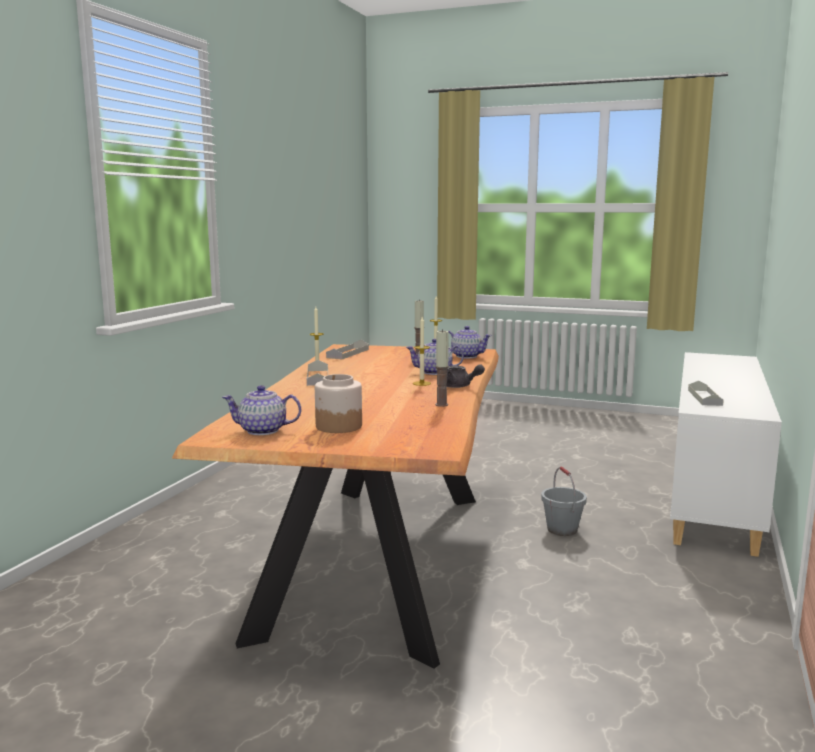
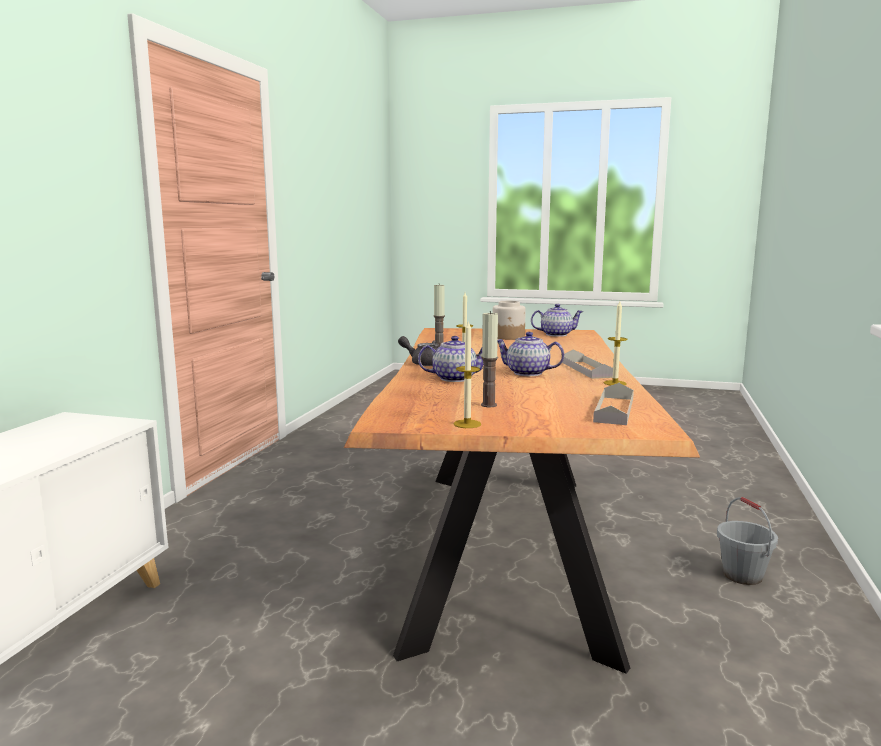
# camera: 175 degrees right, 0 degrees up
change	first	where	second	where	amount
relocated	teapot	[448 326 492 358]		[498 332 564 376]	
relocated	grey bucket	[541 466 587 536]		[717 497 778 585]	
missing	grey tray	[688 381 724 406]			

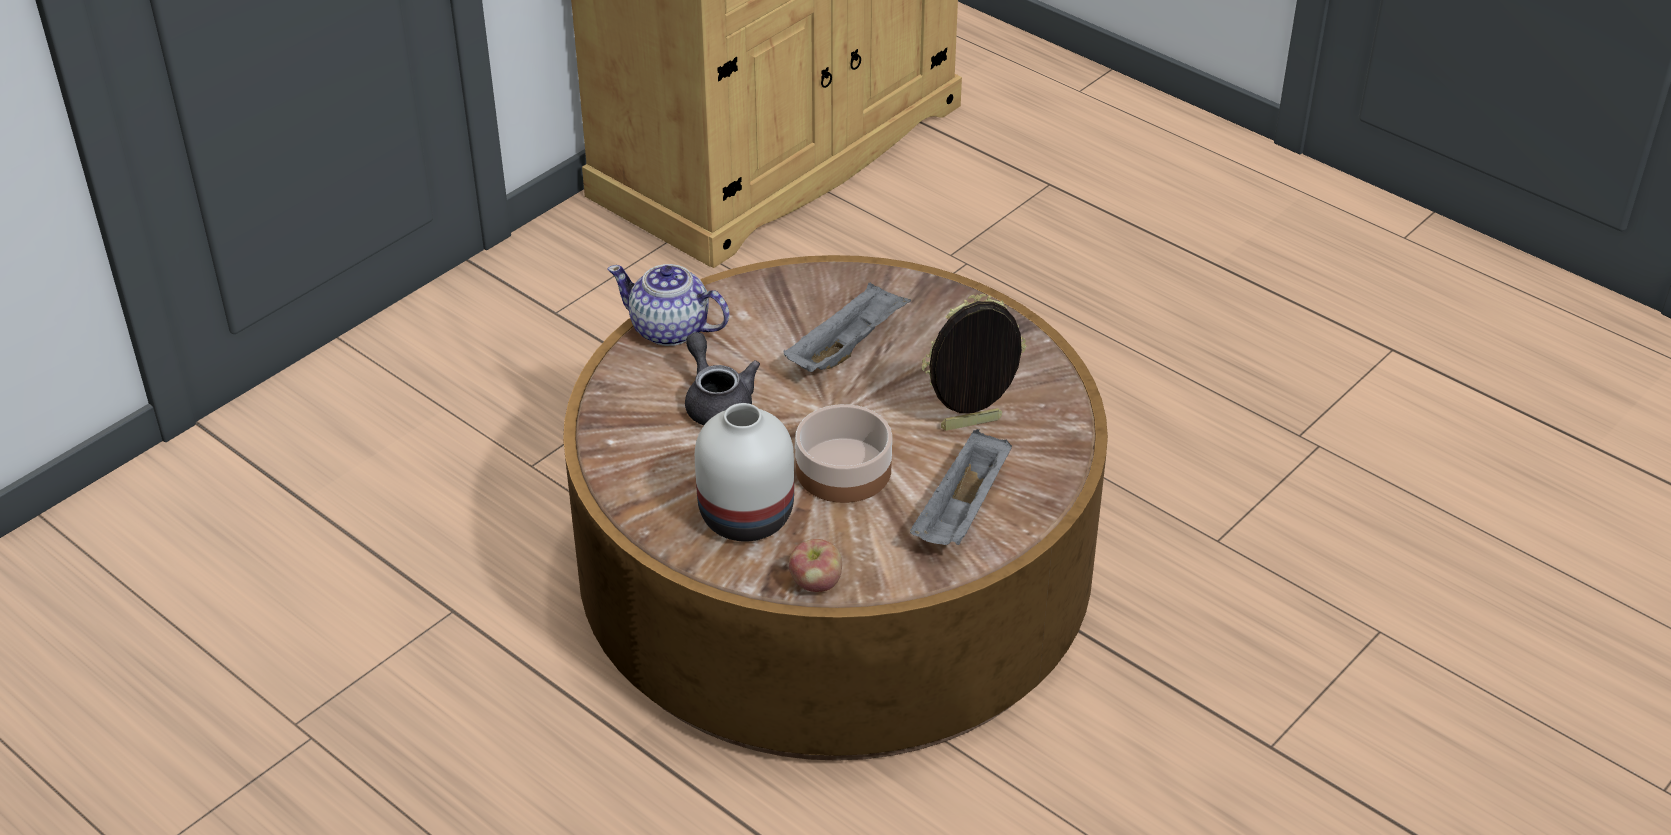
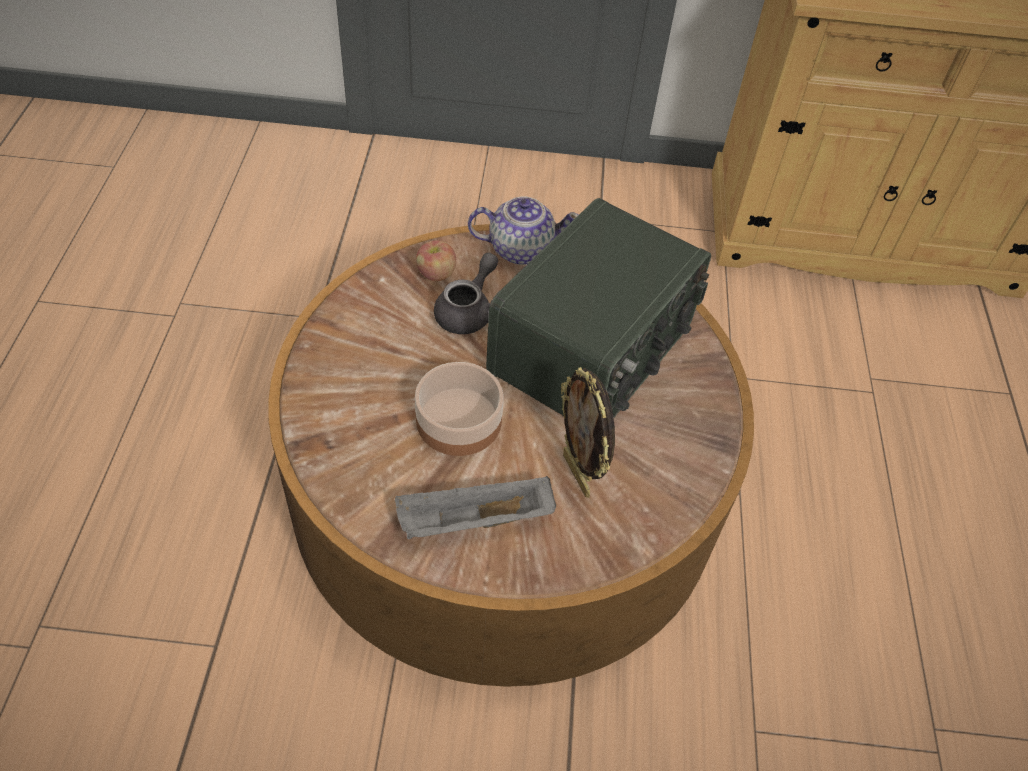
# camera: 50 degrees right, 10 degrees up
change	first	where	second	where	amount
spun	teapot	[607 264 730 346]		[468 197 578 265]	105 degrees clockwise
missing	white vase	[695 403 794 542]			
exchanged	grey tray	[784 282 911 372]	radio	[486 198 711 418]	
relocated	apple	[789 539 842 592]		[416 240 456 281]	
spun	picture frame	[922 294 1026 431]		[561 367 615 498]	150 degrees counterclockwise

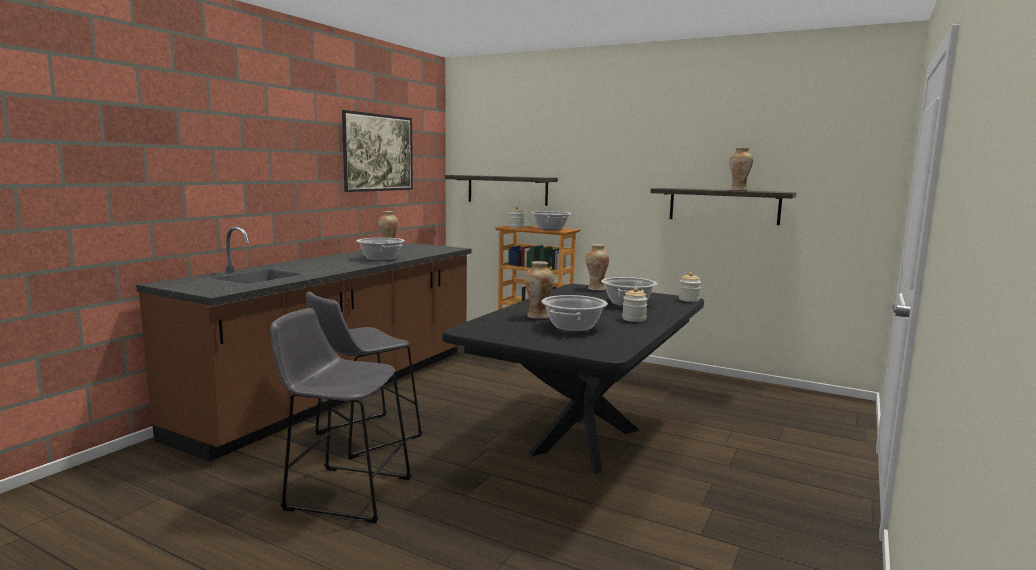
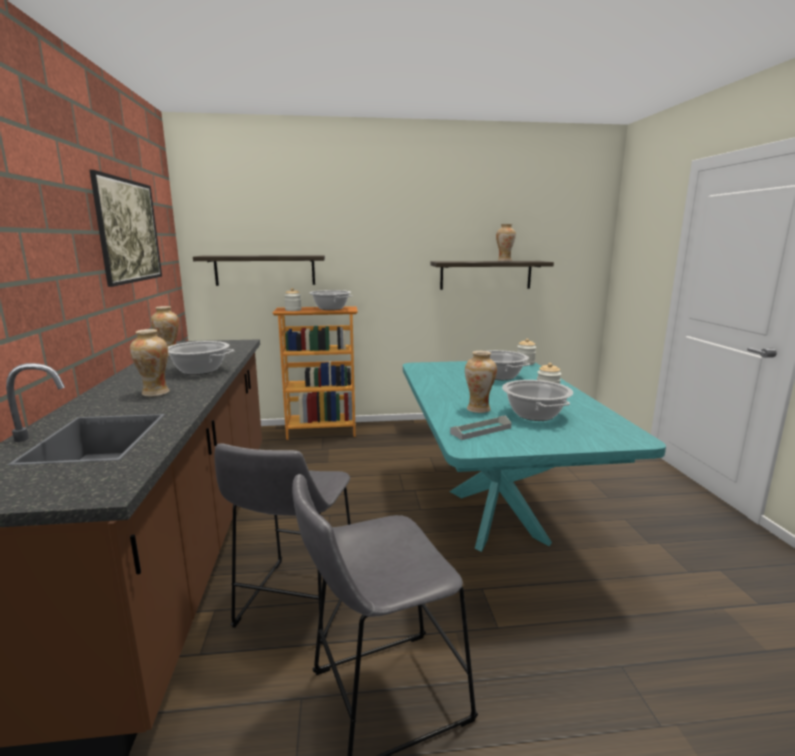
# camera: 35 degrees left, 5 degrees up
change	first	where	second	where	amount
colour	black dining table	[442 284 704 473]	turquoise dining table	[403 361 666 552]	
relocated	vase	[586 244 610 291]		[130 329 169 397]	
appeared			grey tray	[450 416 512 440]	

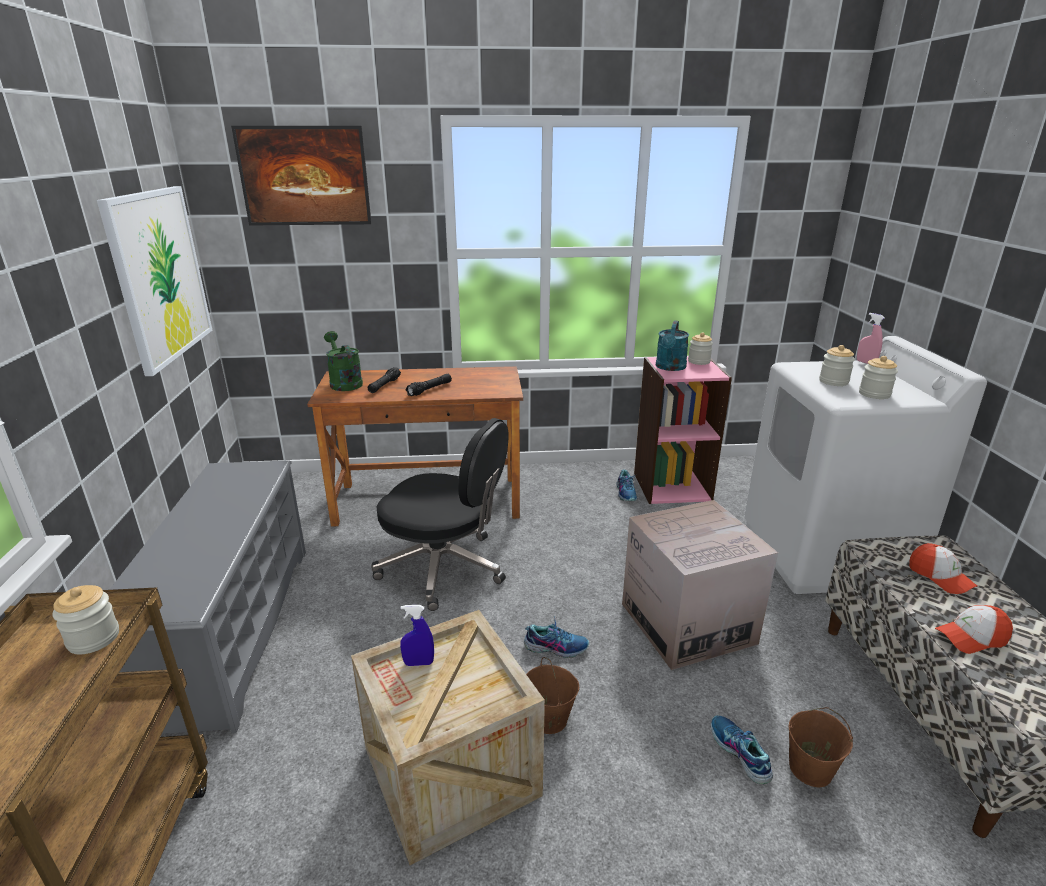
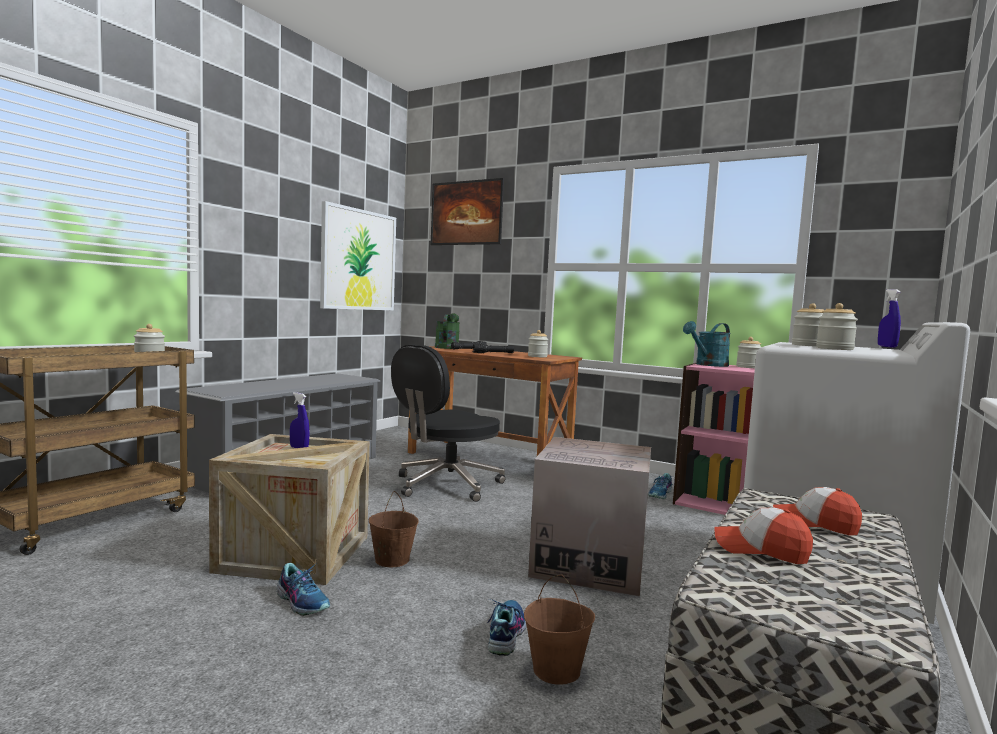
# camera: 35 degrees right, 20 degrees down
change	first	where	second	where	amount
spun	black office chair	[371 418 509 611]		[391 344 505 502]	75 degrees clockwise
relocated	shoe	[524 616 589 658]		[276 563 330 616]	
colour	pink spray bottle	[857 313 885 364]	blue spray bottle	[878 289 901 348]	
spun	cap	[909 543 978 594]		[773 487 862 535]	105 degrees clockwise
appeared			jar	[528 330 548 357]	

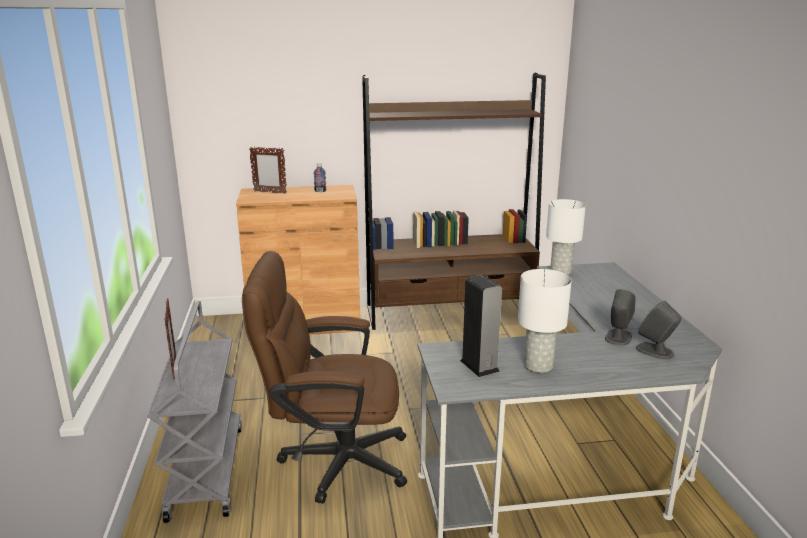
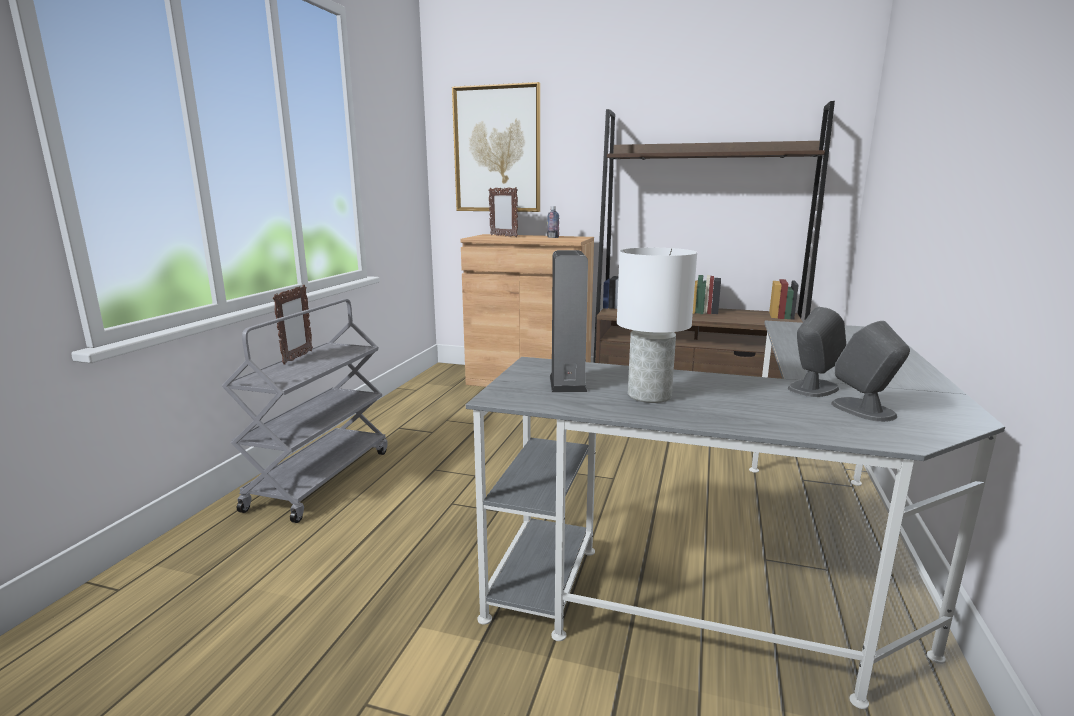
# camera: 25 degrees right, 5 degrees down
change	first	where	second	where	amount
missing	brown office chair	[242 251 407 504]			
missing	white table lamp	[546 199 586 275]			
appeared			picture	[452 82 540 212]	

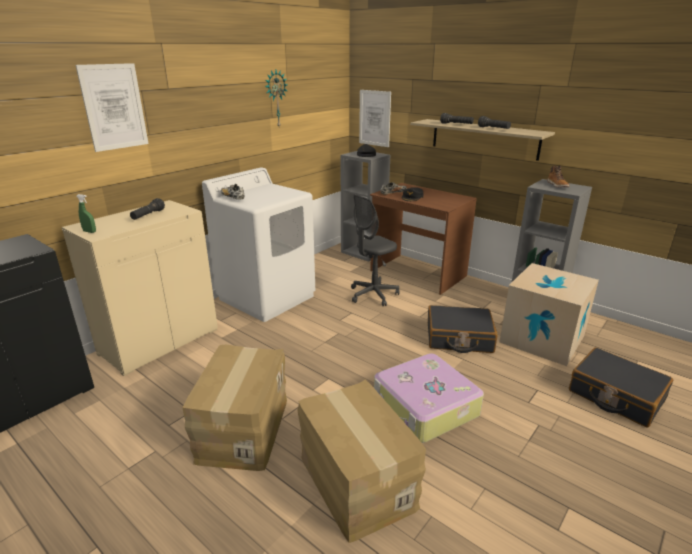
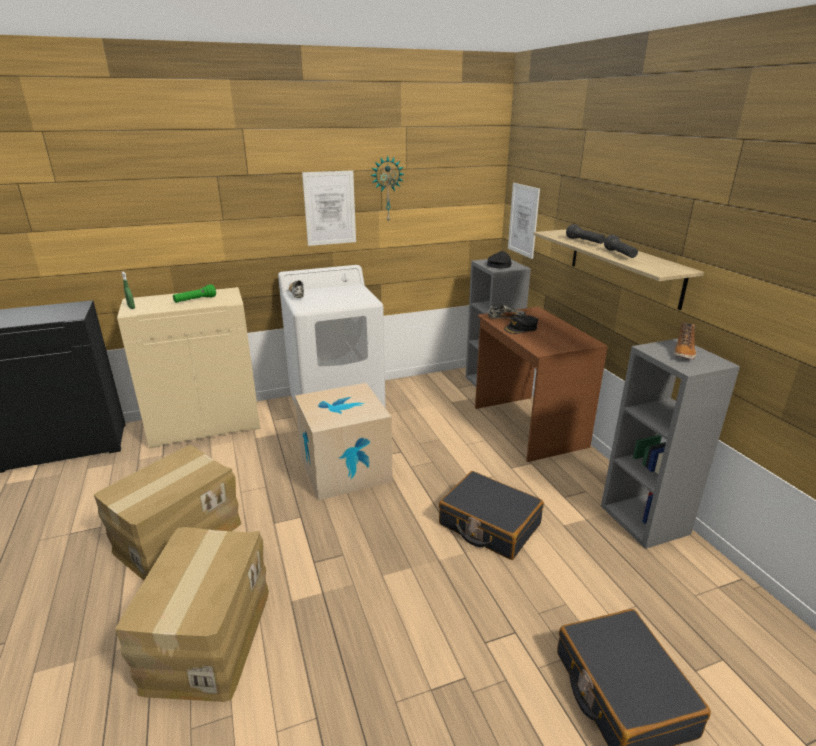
# camera: 30 degrees right, 0 degrees up
change	first	where	second	where	amount
relocated	picture	[75 63 149 152]		[302 170 356 246]	
colour	black flashlight	[130 198 165 220]	green flashlight	[173 284 216 303]	
missing	grey office chair	[351 194 400 306]			
missing	suitcase	[374 353 484 443]			
relocated	cardboard box	[499 263 599 366]		[295 383 393 500]	

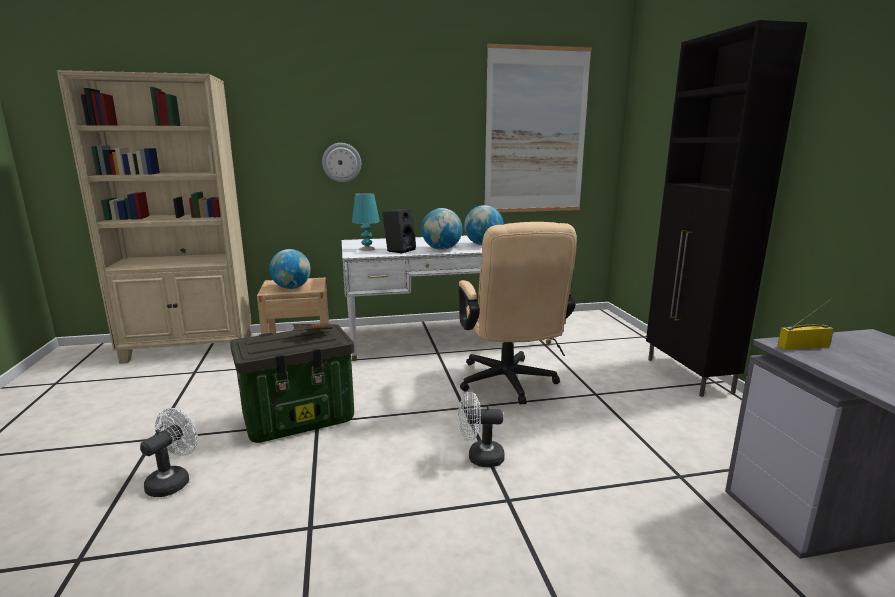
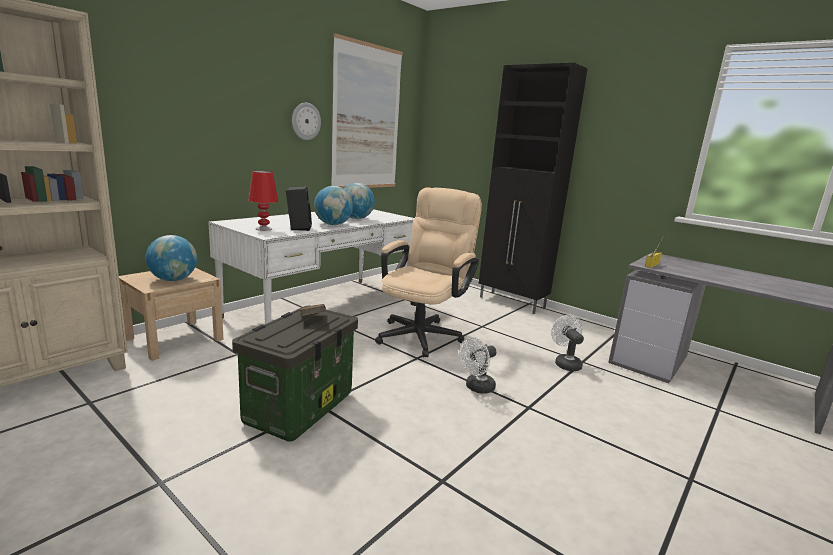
# camera: 40 degrees left, 0 degrees up
change	first	where	second	where	amount
relocated	white fan	[140 408 198 497]		[551 315 584 371]	
relocated	wall clock	[322 143 361 182]		[292 103 321 140]	
colour	turquoise table lamp	[352 193 380 251]	red table lamp	[248 171 278 231]	
spun	beige office chair	[458 222 577 405]		[375 188 482 357]	105 degrees counterclockwise

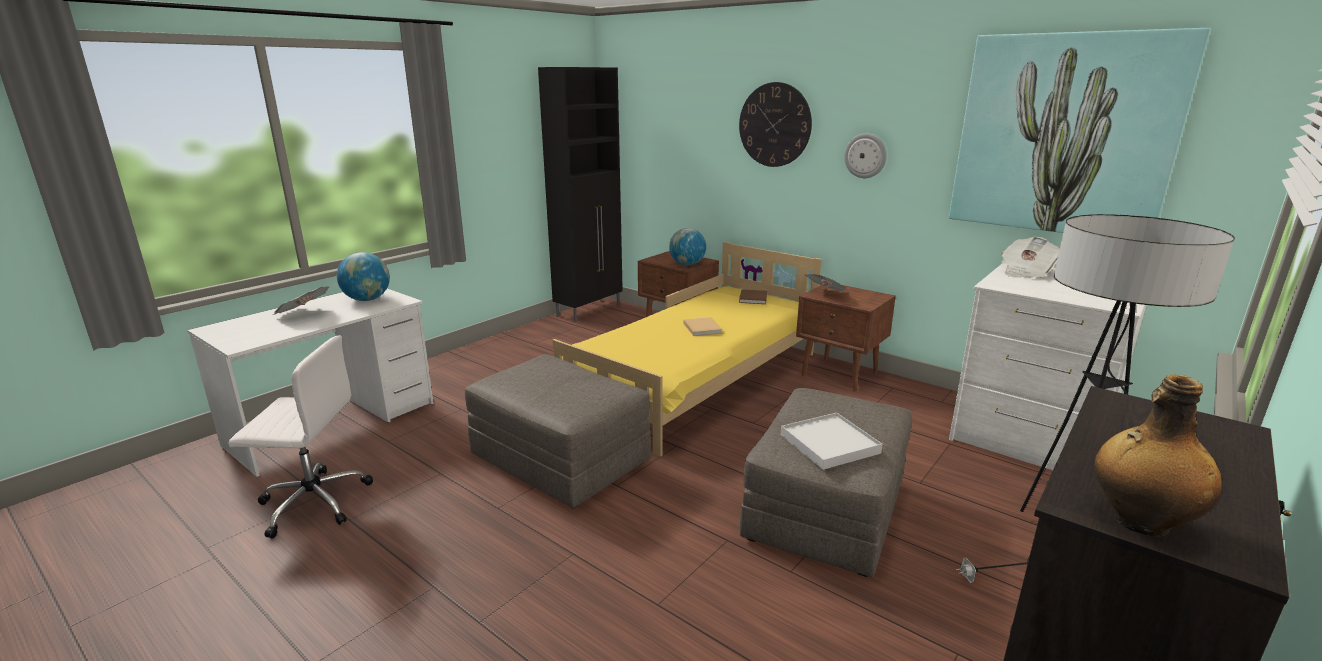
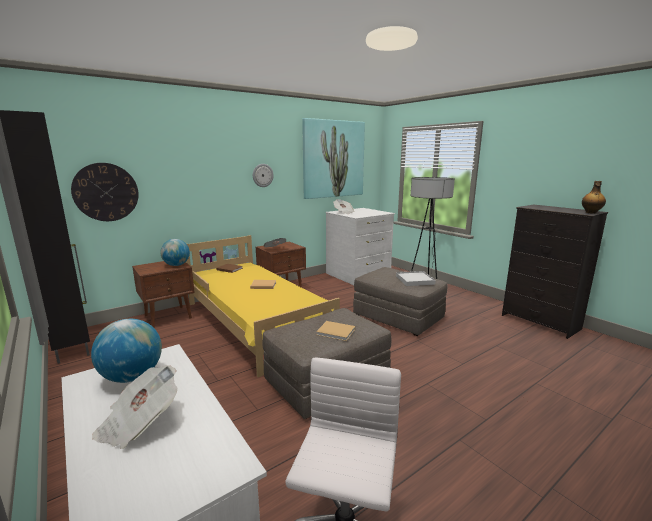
# camera: 75 degrees left, 5 degrees down
change	first	where	second	where	amount
relocated	wall clock	[739 82 812 167]		[71 163 139 221]	
appeared			beige book	[316 321 355 341]	

